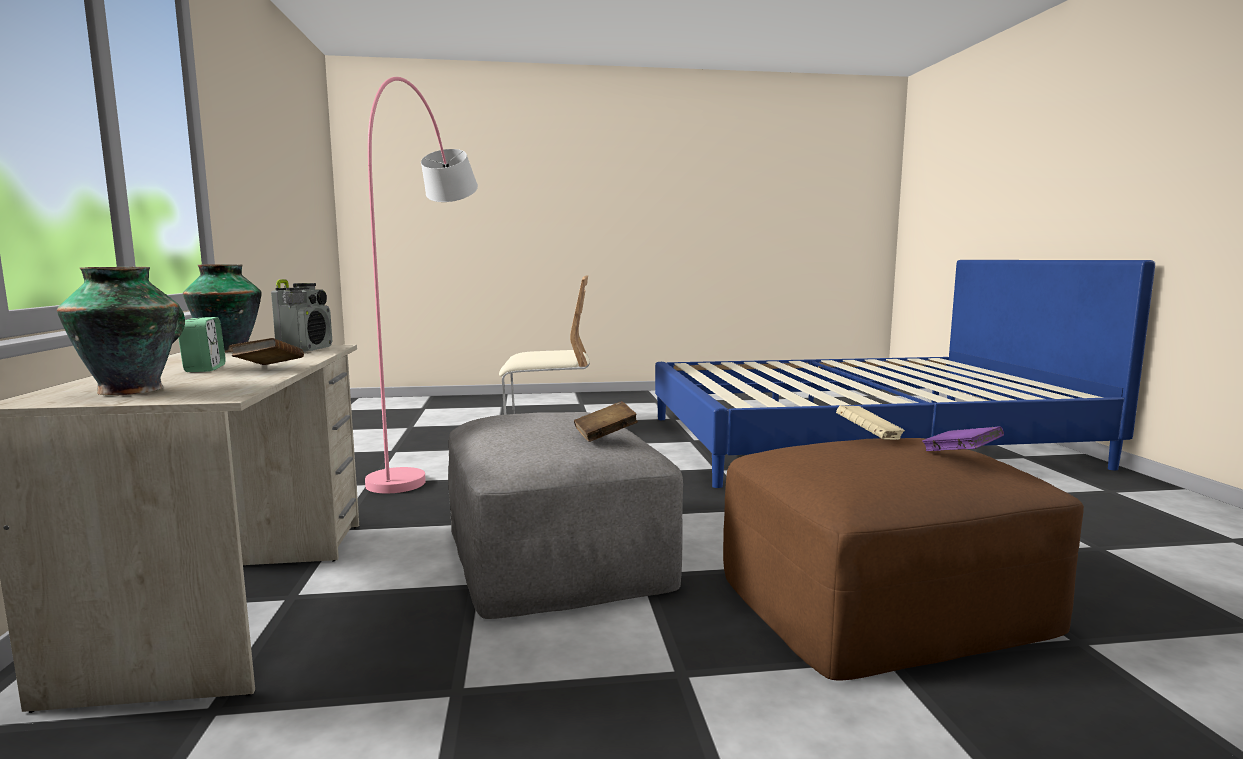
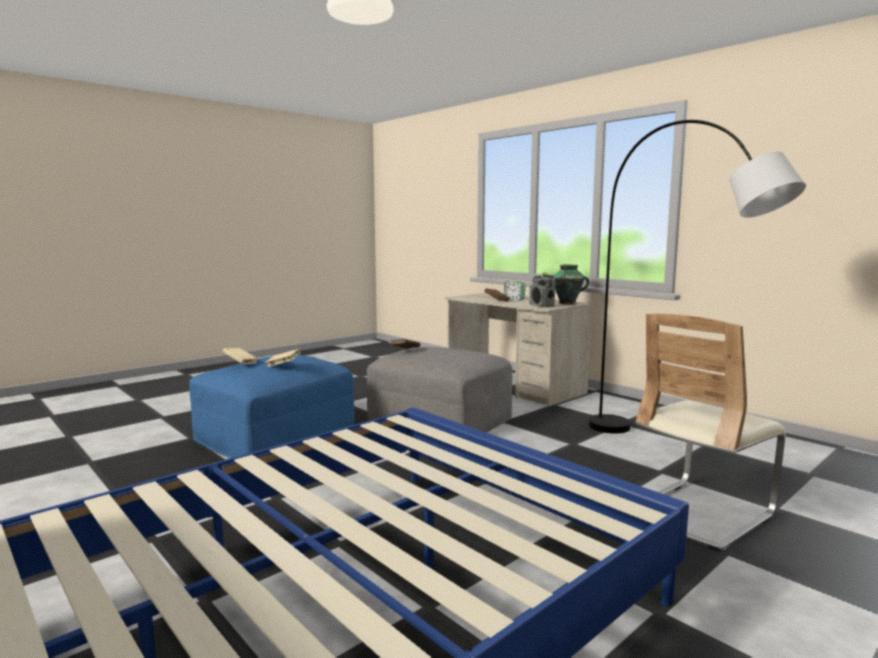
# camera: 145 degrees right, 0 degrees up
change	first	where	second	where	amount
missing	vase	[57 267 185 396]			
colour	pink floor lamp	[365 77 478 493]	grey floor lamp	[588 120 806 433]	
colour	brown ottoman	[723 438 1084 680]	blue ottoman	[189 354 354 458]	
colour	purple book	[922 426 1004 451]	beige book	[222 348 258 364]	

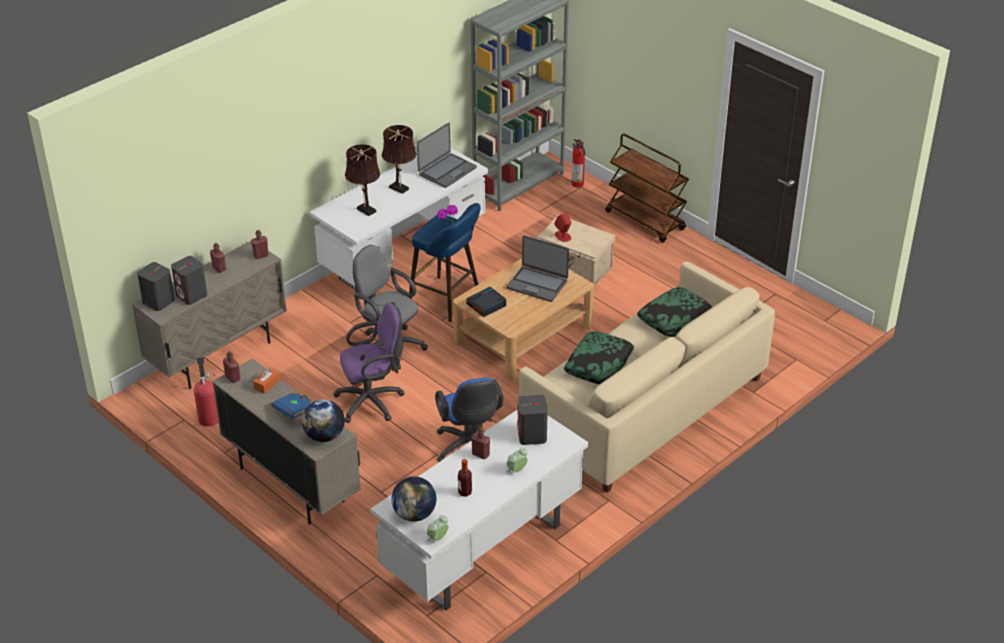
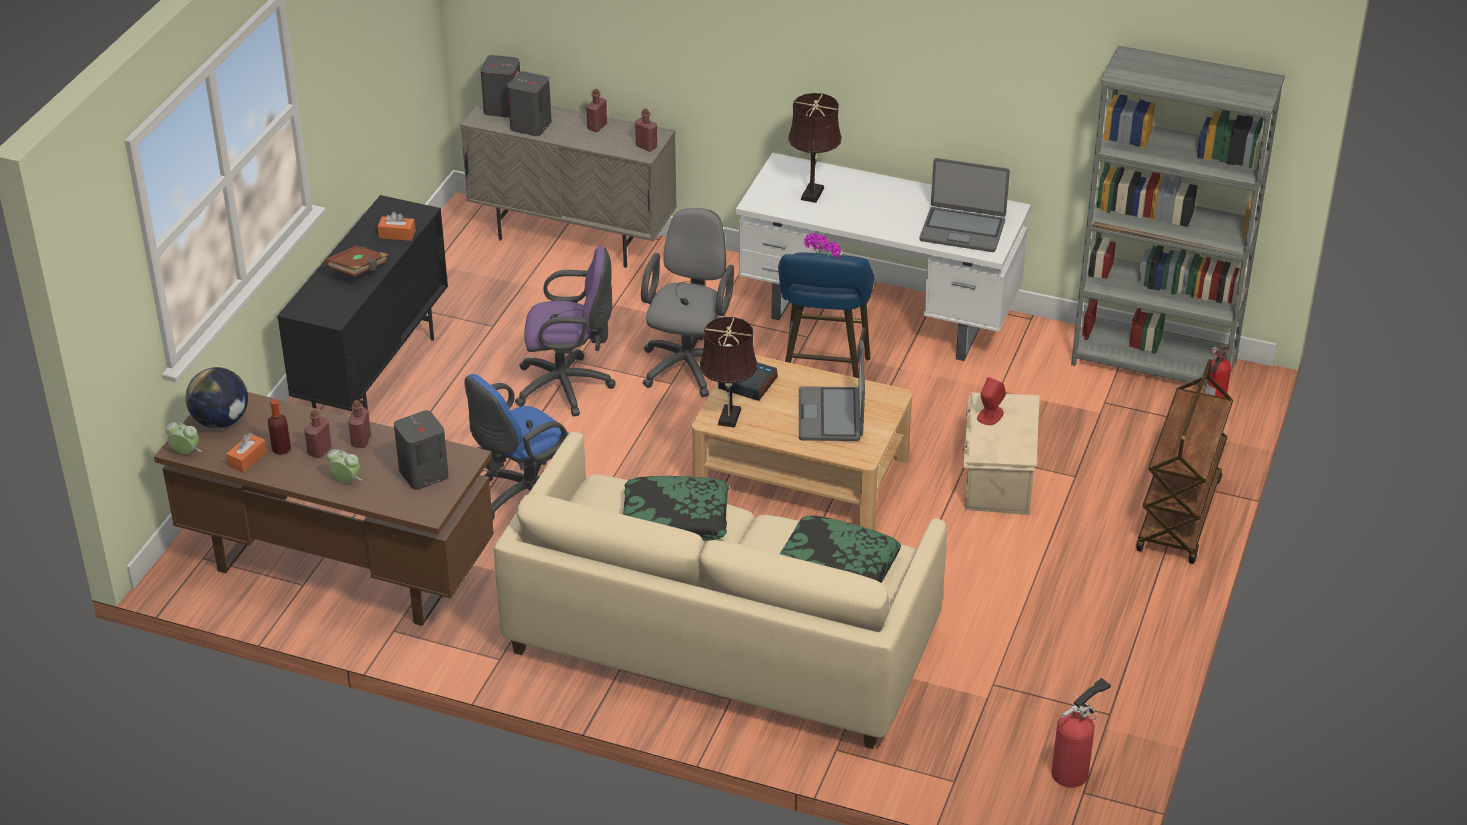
# camera: 65 degrees right, 0 degrees up
change	first	where	second	where	amount
relocated	fire extinguisher	[194 357 218 427]		[1051 678 1111 787]	
colour	beige cabinet	[212 358 361 525]	black cabinet	[277 195 448 411]	
relocated	red bottle	[223 351 241 383]		[304 409 332 458]	
colour	blue book	[271 391 313 419]	brown book	[324 245 388 277]	
missing	globe	[302 399 345 442]			
spun	purple office chair	[333 303 405 423]		[515 246 616 417]	45 degrees counterclockwise
colour	white desk	[370 410 589 611]	brown desk	[154 392 494 626]	
relocated	brown table lamp	[382 125 417 194]		[700 317 757 428]	
appeared			orange tissue box	[226 433 267 473]	

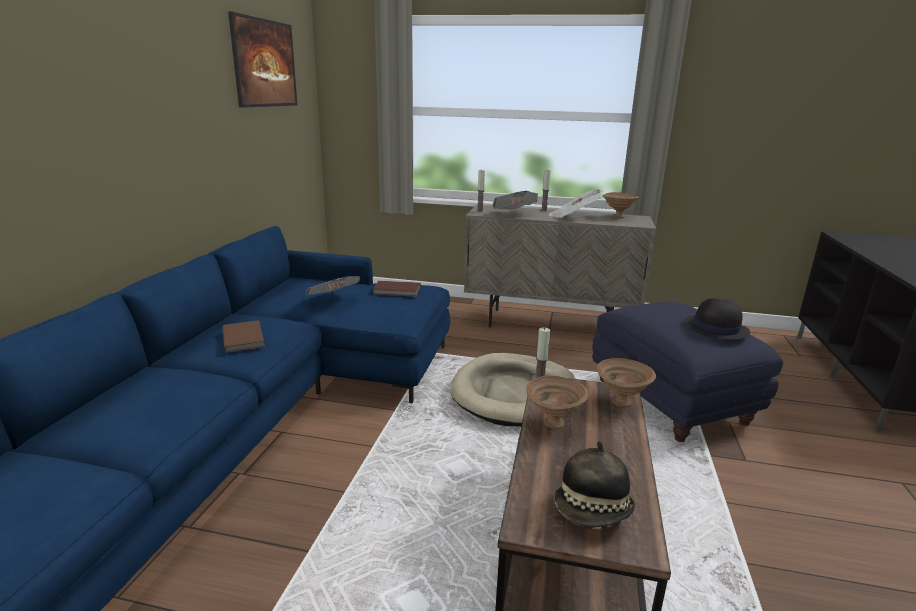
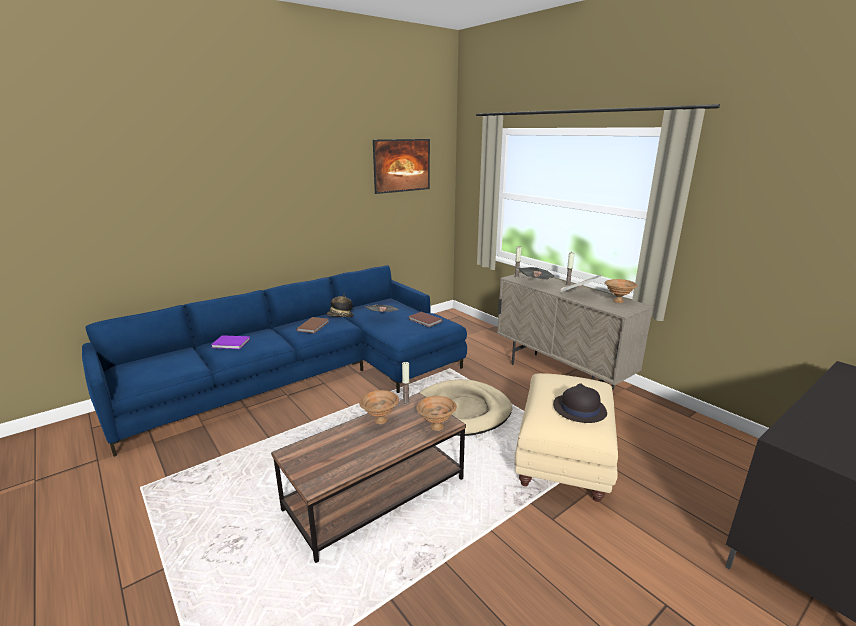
# camera: 40 degrees right, 0 degrees up
change	first	where	second	where	amount
relocated	hat	[554 441 635 529]		[326 294 354 317]	
colour	blue ottoman	[592 302 783 442]	beige ottoman	[515 373 618 502]	
appeared			purple book	[211 335 250 349]	

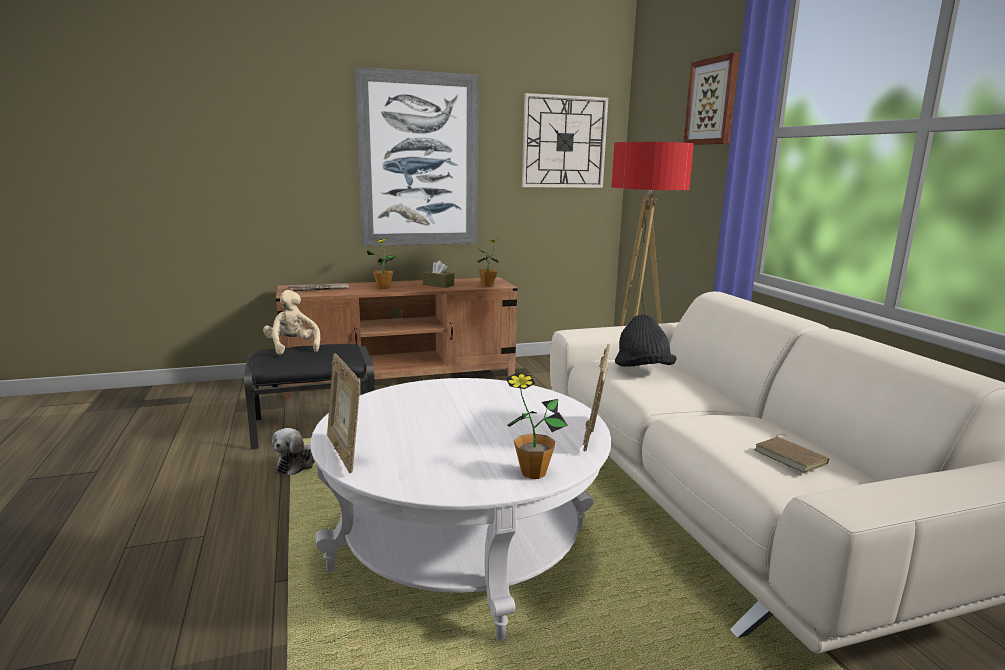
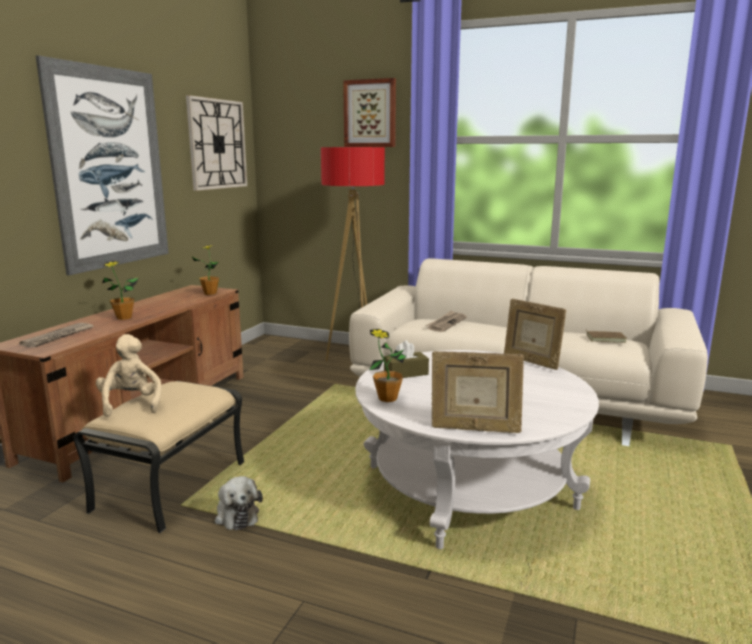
# camera: 50 degrees left, 0 degrees up
change	first	where	second	where	amount
colour	black ottoman	[244 344 375 450]	beige ottoman	[74 381 244 533]	
spun	beige plush toy	[263 290 320 355]		[96 334 162 417]	60 degrees clockwise
relocated	brown tissue box	[423 261 454 288]		[384 340 429 378]	
relocated	potted plant	[506 373 568 479]		[369 329 406 402]	
exchanged	black hat	[615 315 676 367]	newspaper	[425 310 467 332]	

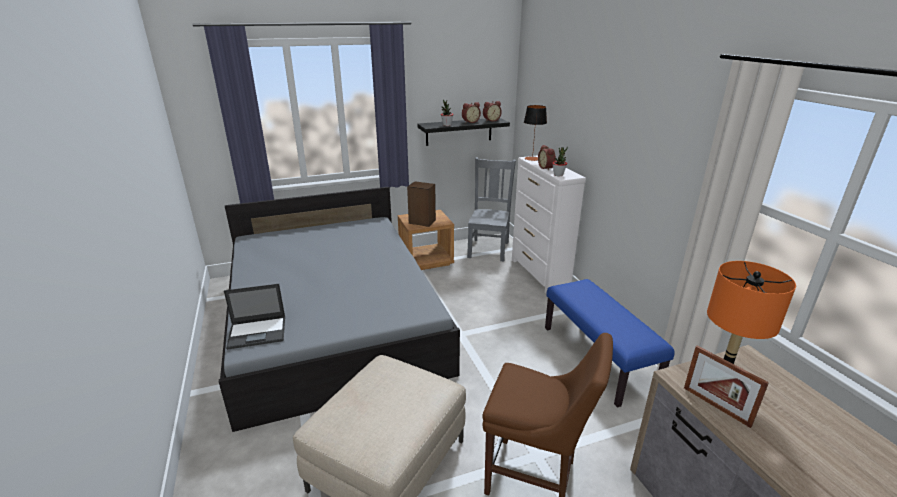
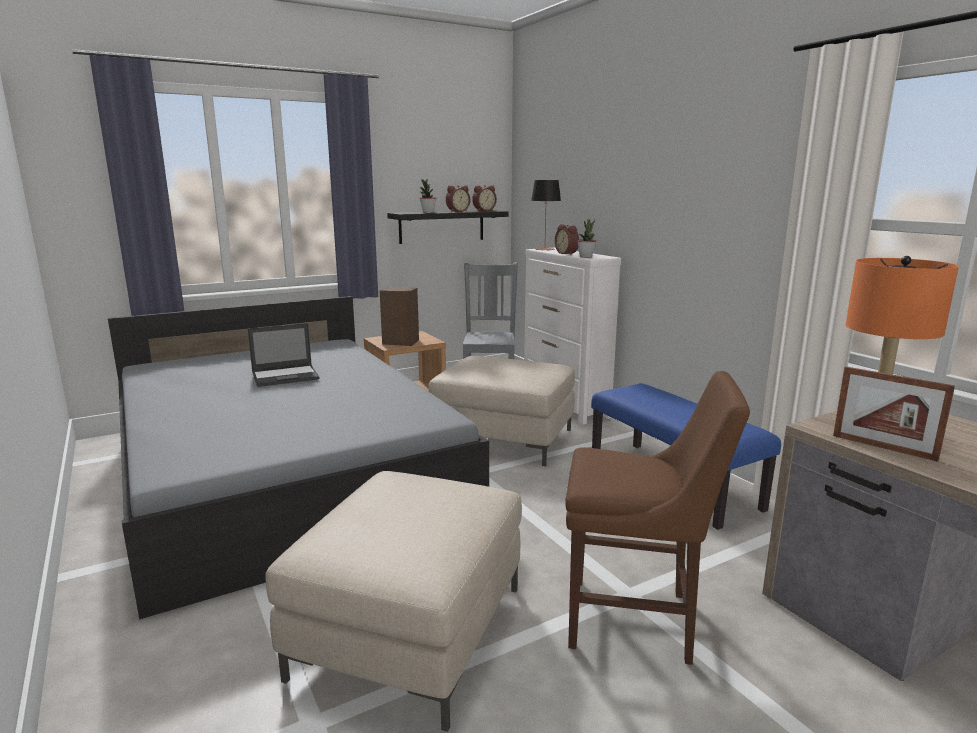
# camera: 10 degrees left, 10 degrees down
change	first	where	second	where	amount
relocated	laptop	[224 284 285 350]		[247 323 320 387]	
appeared			beige ottoman	[428 356 575 466]	

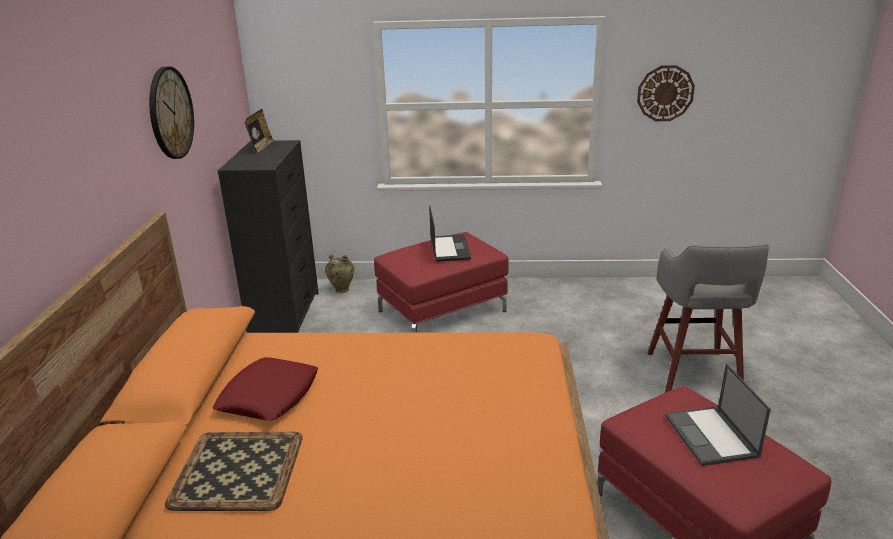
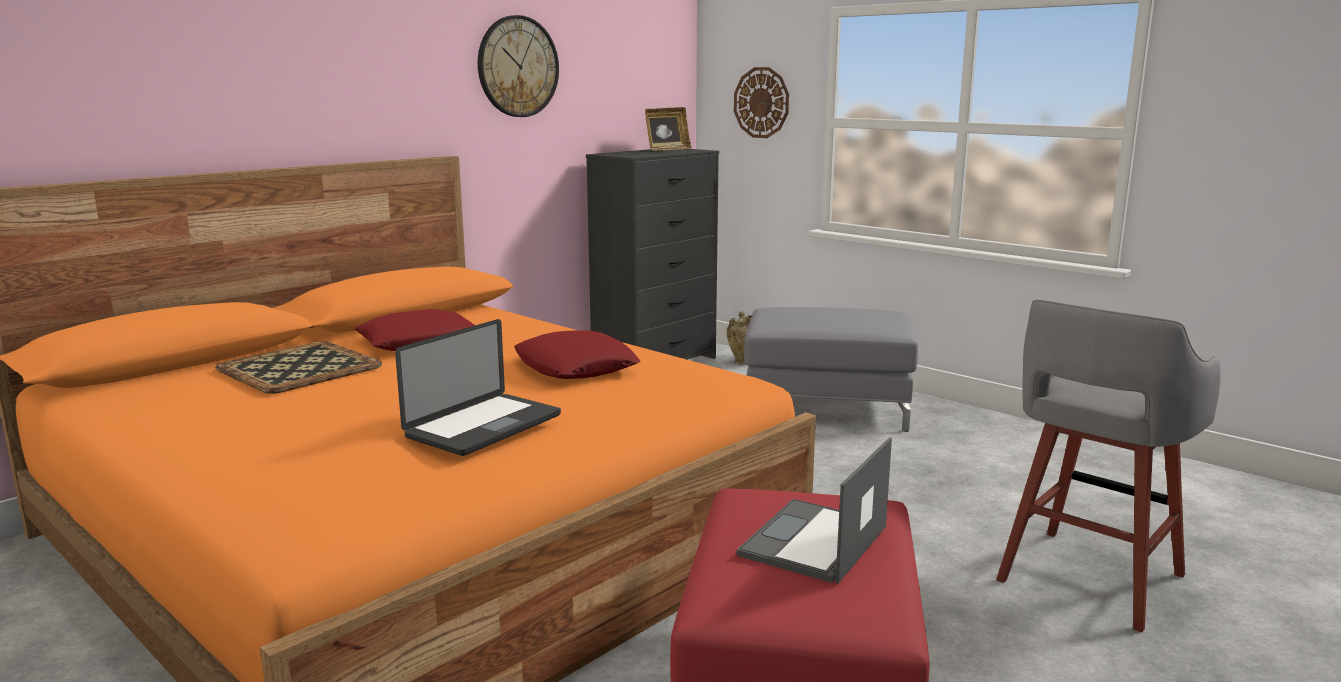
# camera: 40 degrees right, 10 degrees down
change	first	where	second	where	amount
colour	red ottoman	[374 232 509 333]	grey ottoman	[744 307 918 432]	
relocated	laptop	[429 206 471 262]		[395 319 561 456]	
relocated	wall clock	[637 65 695 121]		[734 67 789 138]	
appeared			red pillow	[514 330 641 379]	

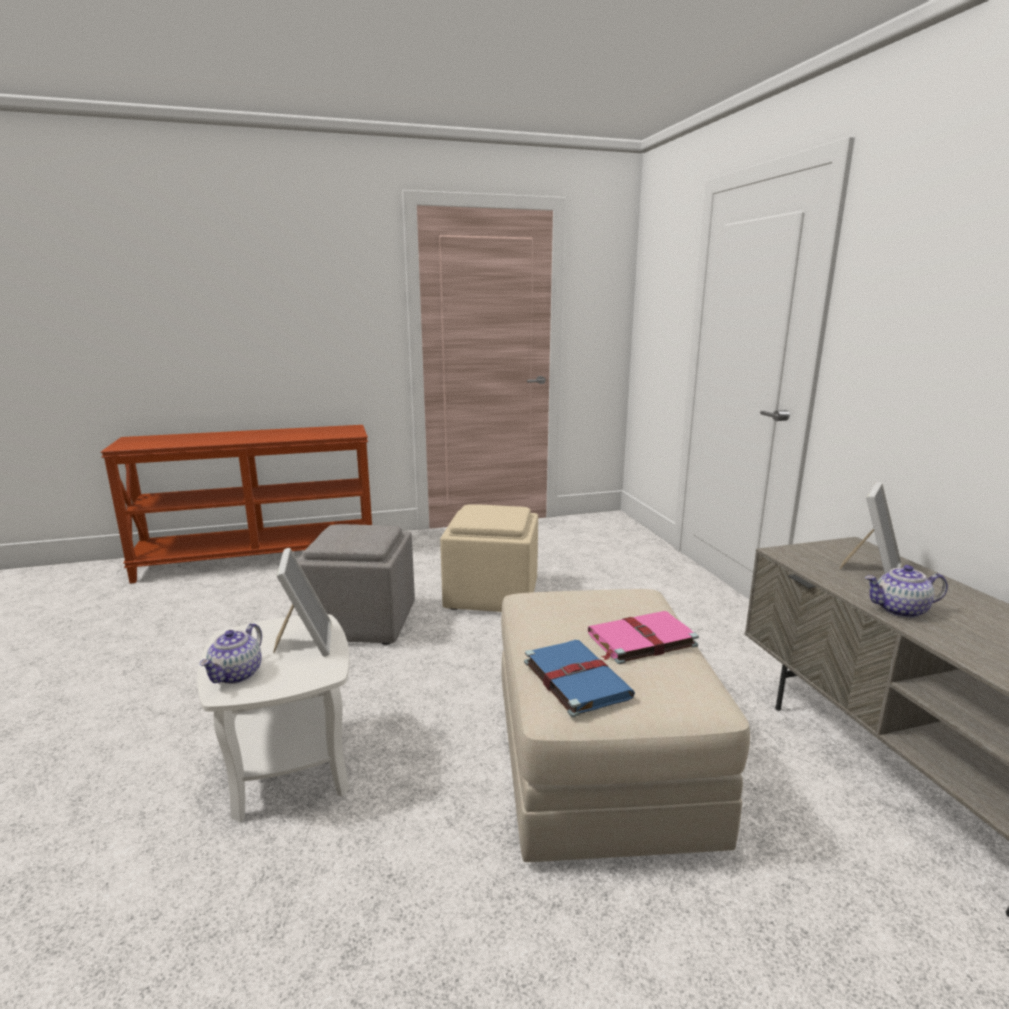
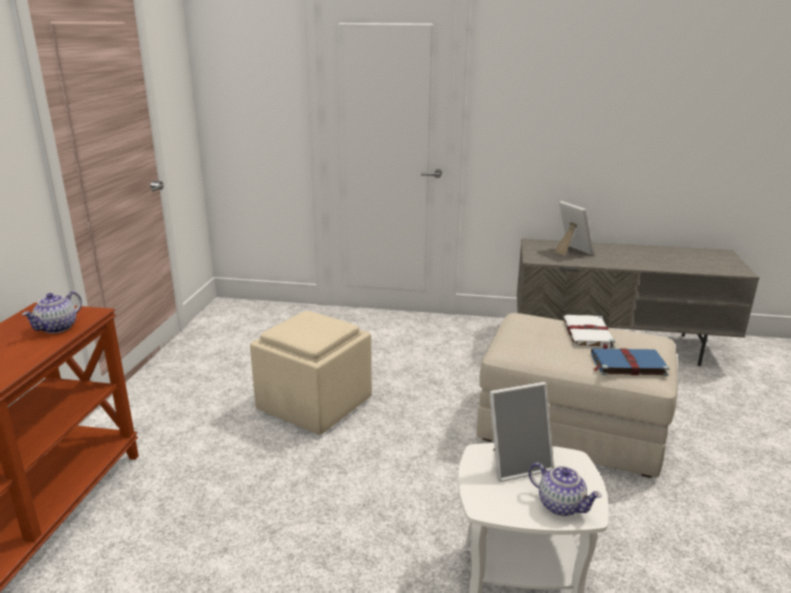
# camera: 65 degrees left, 5 degrees up
change	first	where	second	where	amount
spun	picture frame	[273 548 332 657]		[489 382 554 482]	150 degrees clockwise
missing	grey ottoman	[297 524 415 645]			
colour	pink book	[588 611 699 664]	white book	[563 315 615 349]	
relocated	teapot	[865 565 948 618]		[22 291 82 333]	

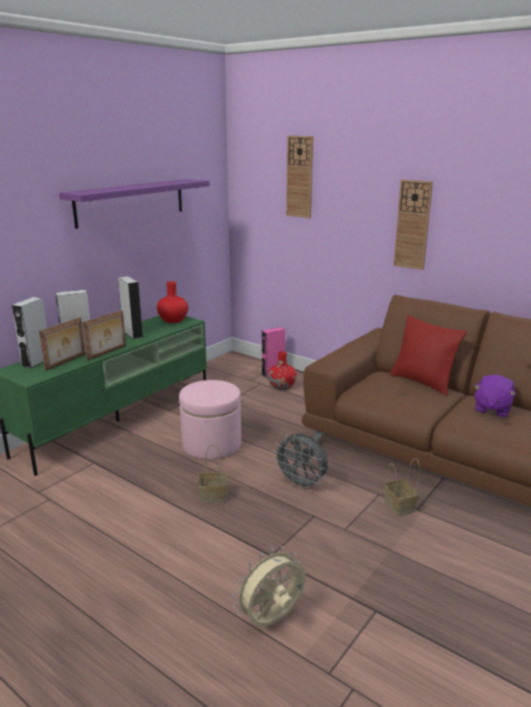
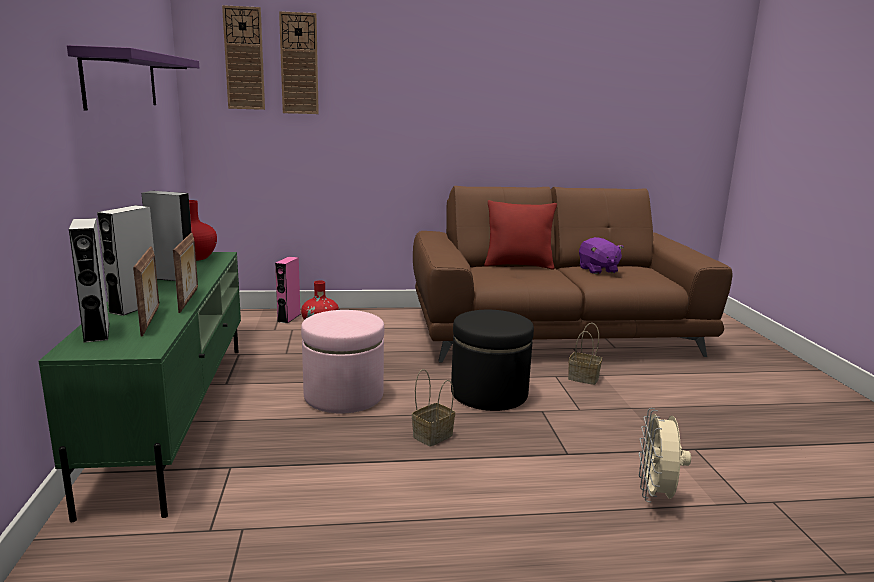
# camera: 45 degrees left, 5 degrees down
change	first	where	second	where	amount
exchanged	grey fan	[273 433 328 491]	black ottoman	[451 310 534 411]	
relocated	wall clock	[394 180 433 270]		[222 5 265 110]	

